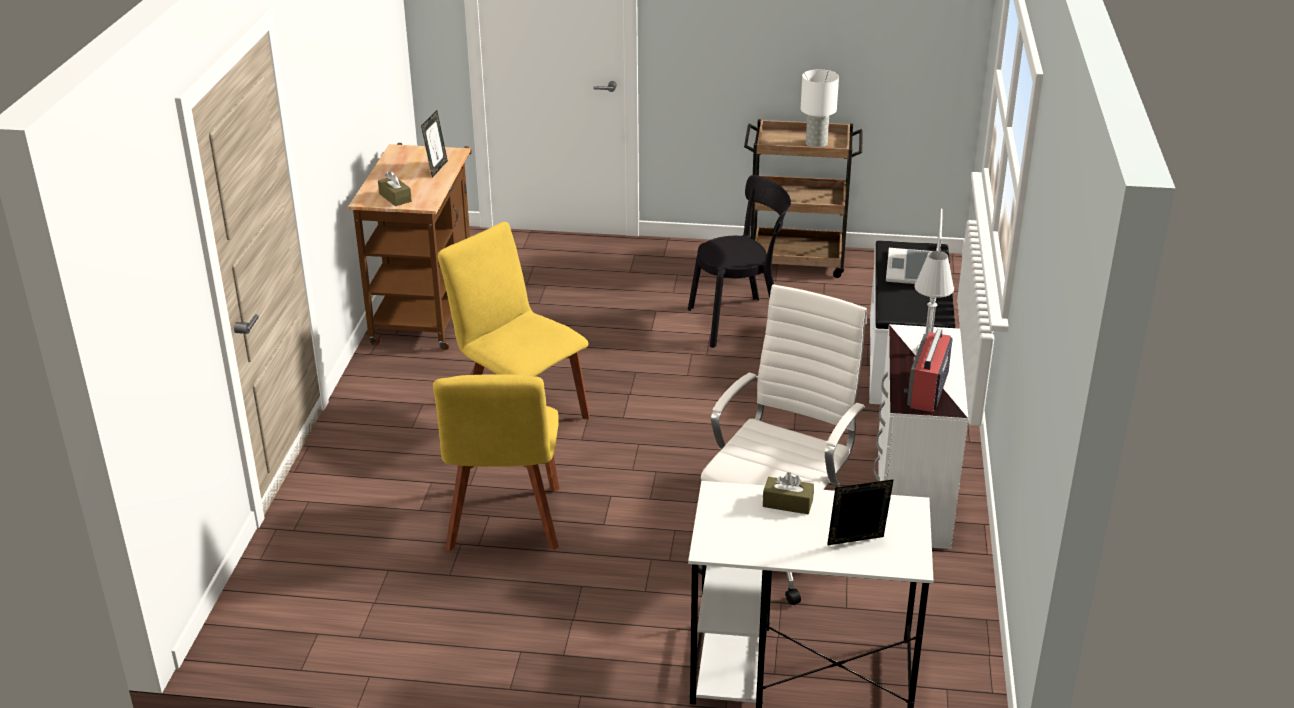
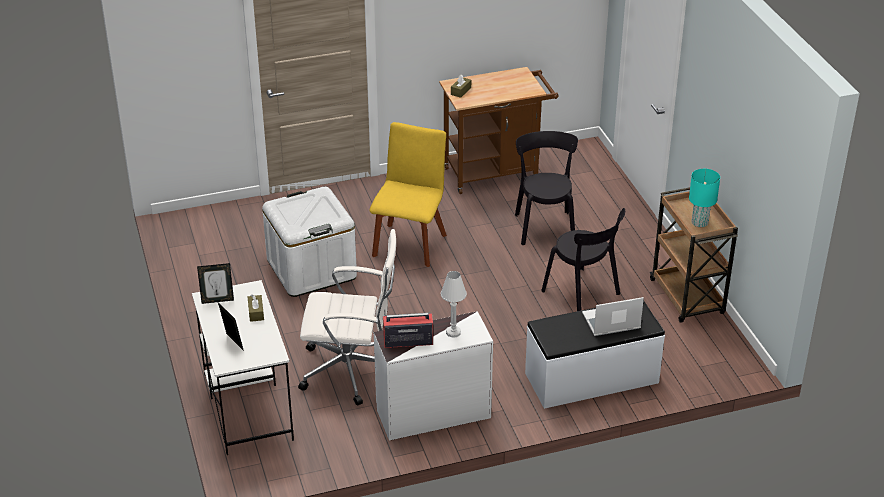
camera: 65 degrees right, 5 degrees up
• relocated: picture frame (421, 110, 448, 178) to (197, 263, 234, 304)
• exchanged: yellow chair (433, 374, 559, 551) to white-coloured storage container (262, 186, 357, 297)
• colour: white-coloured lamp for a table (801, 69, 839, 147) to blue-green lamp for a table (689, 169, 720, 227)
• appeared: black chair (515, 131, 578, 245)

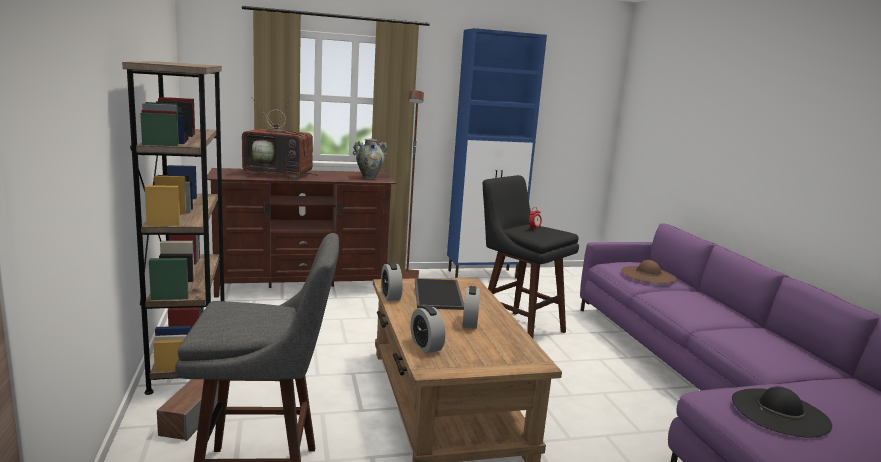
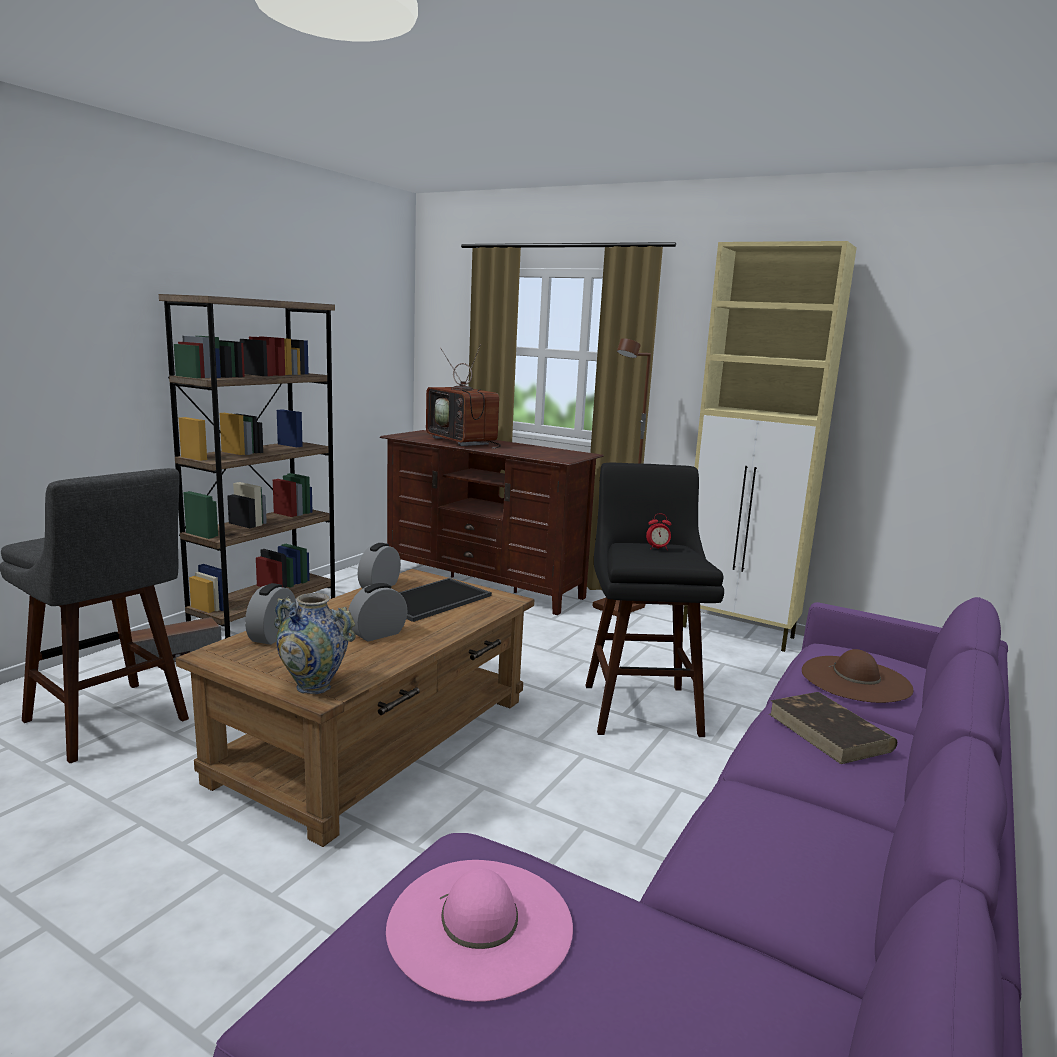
camera: 45 degrees right, 0 degrees up
• relocated: vase (353, 139, 388, 179) to (274, 593, 355, 694)
• colour: bluish storage cabinet (447, 28, 547, 279) to beige-coloured storage cabinet (683, 241, 857, 652)
• colour: black clothing hat (732, 387, 832, 438) to pink clothing hat (386, 860, 573, 1002)
• appeared: brown book (769, 692, 897, 764)

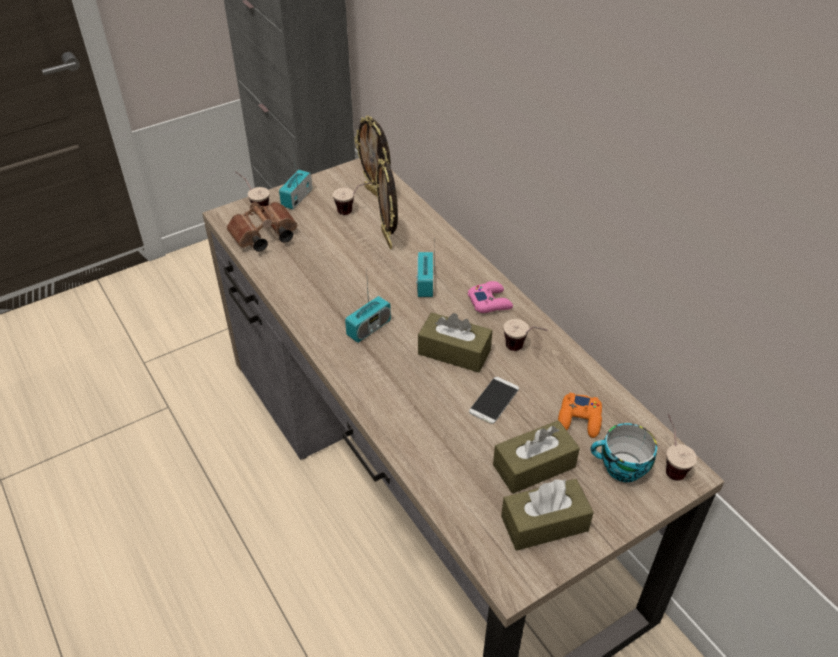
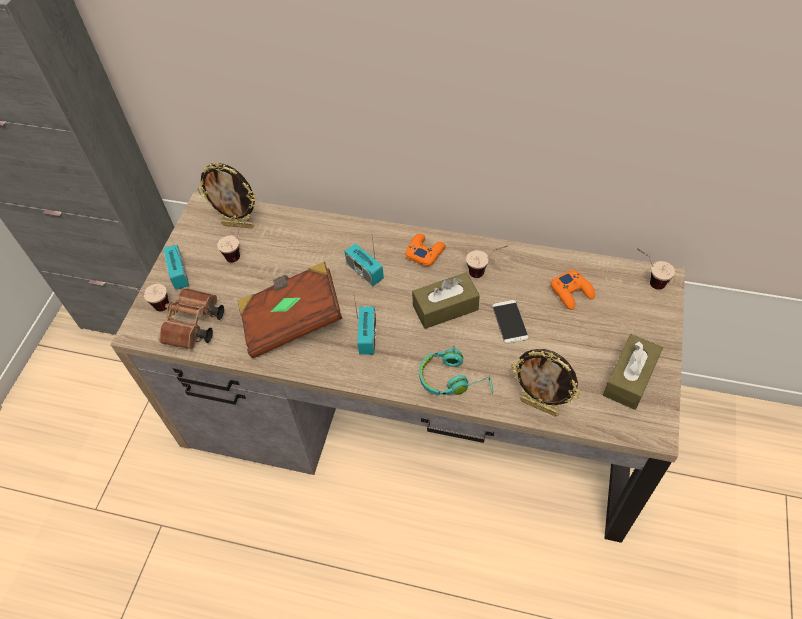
camera: 40 degrees left, 10 degrees up
• relocated: picture frame (375, 159, 398, 249) to (511, 349, 581, 416)
• colour: pink game controller (468, 281, 513, 313) to orange-coloured game controller (405, 234, 446, 267)
• missing: brown tissue holder (493, 420, 580, 494)
• missing: cup (590, 423, 657, 482)
• appeared: brown book (238, 262, 343, 358)
• appeared: blue-green pair of headphones (419, 345, 493, 396)

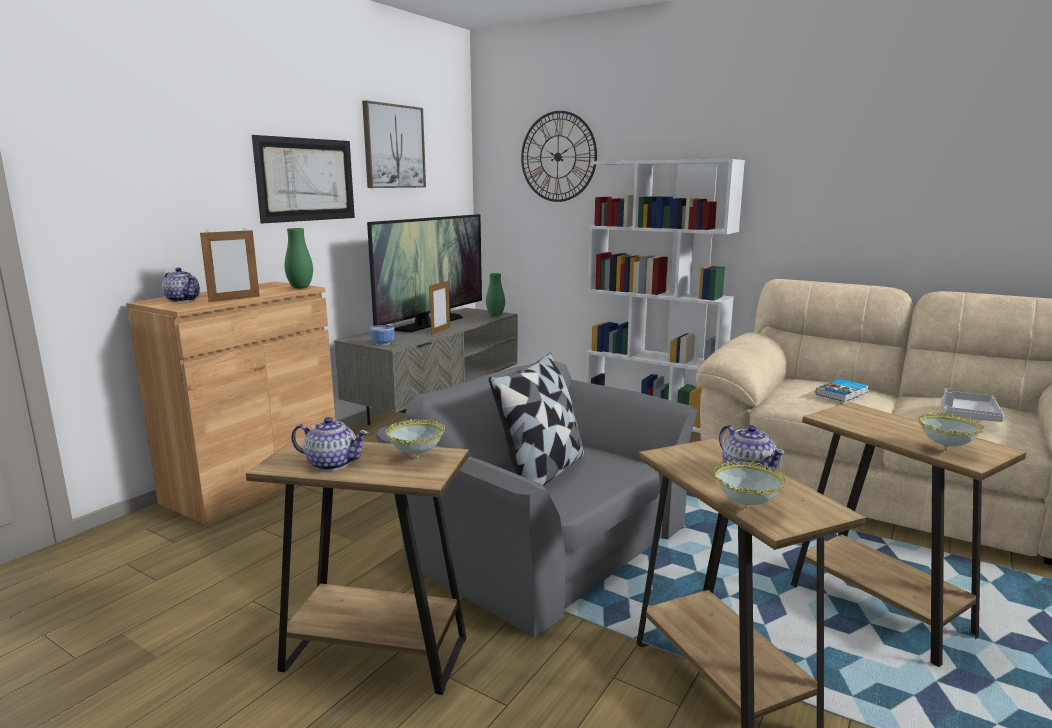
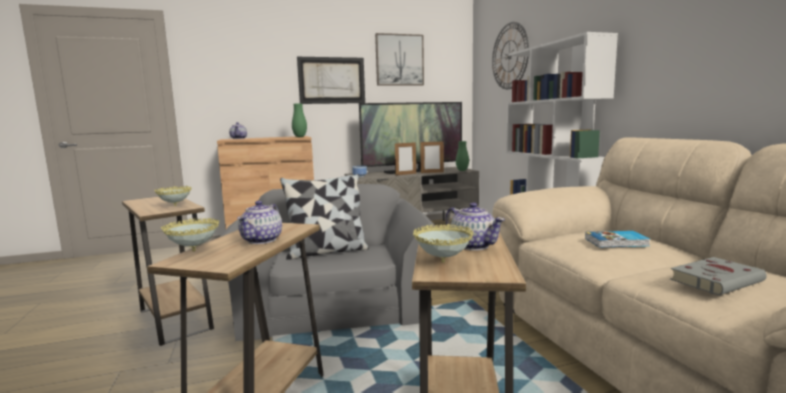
camera: 40 degrees right, 5 degrees down
• relocated: picture frame (200, 228, 260, 302) to (420, 141, 444, 173)
• relocated: tea pot (291, 417, 369, 471) to (445, 202, 505, 251)
• exchanged: gray tray (941, 388, 1004, 422) to gray book (670, 257, 767, 295)

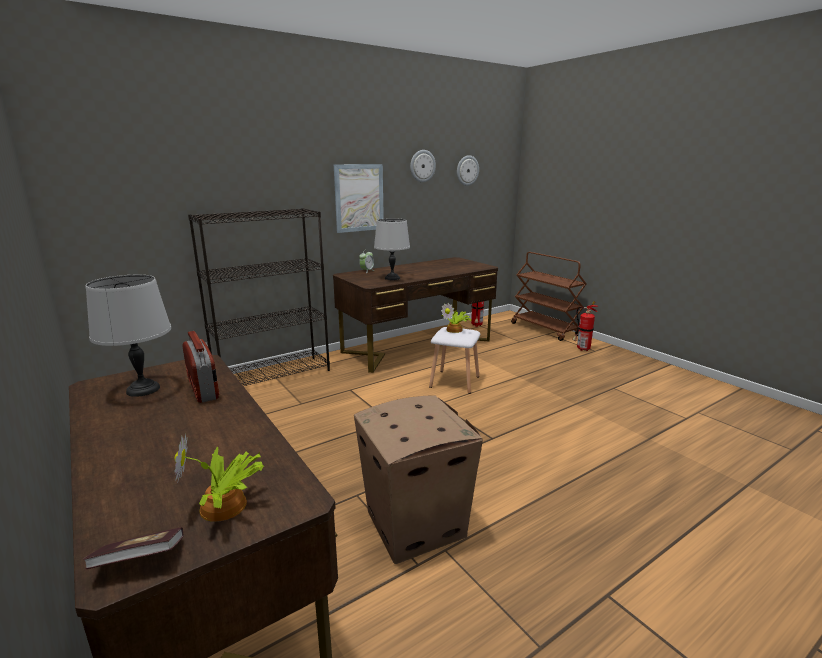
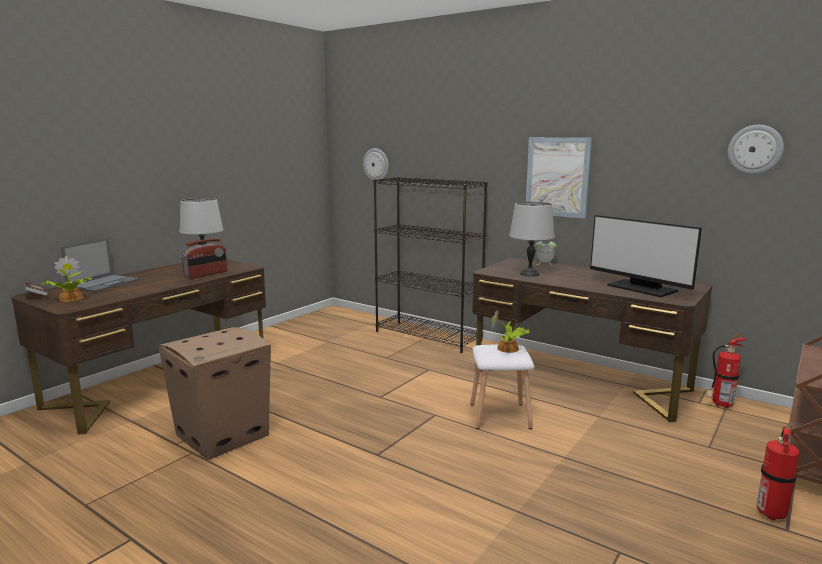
camera: 70 degrees right, 5 degrees down
• relocated: hanging clock (410, 150, 436, 183) to (363, 148, 389, 180)
• appeared: notebook computer (61, 238, 140, 292)
• appeared: computer screen (590, 215, 702, 297)

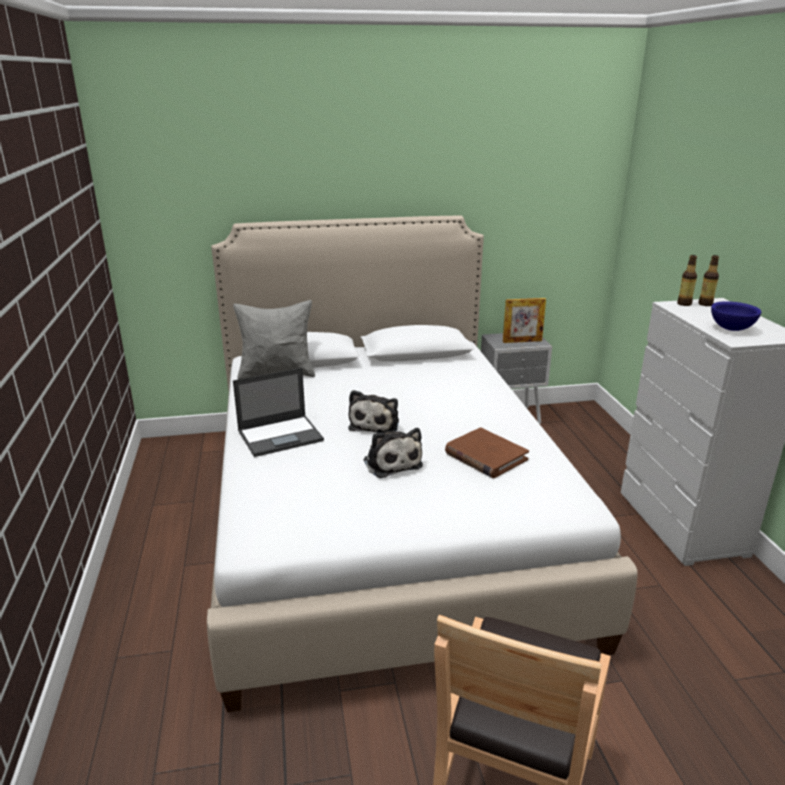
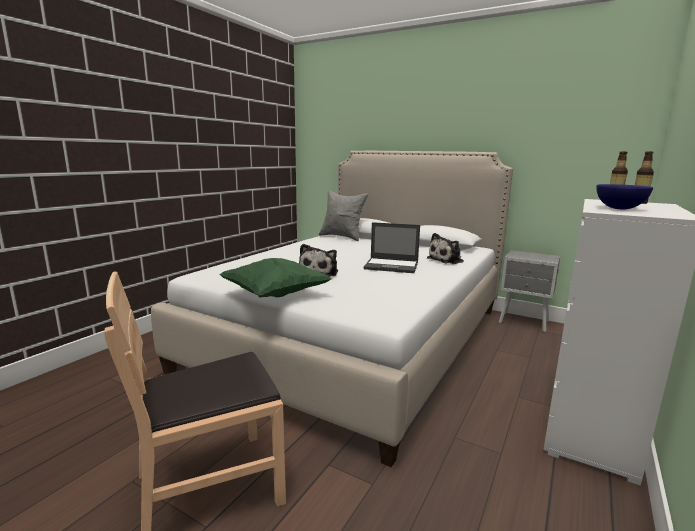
camera: 40 degrees right, 10 degrees down
• relocated: notebook computer (233, 368, 324, 457) to (364, 222, 420, 273)
• relocated: plush toy (348, 390, 399, 433) to (427, 233, 464, 264)
• missing: brown book (445, 427, 529, 478)
• missing: picture frame (503, 298, 546, 343)
• appeared: green throw pillow (219, 258, 332, 298)

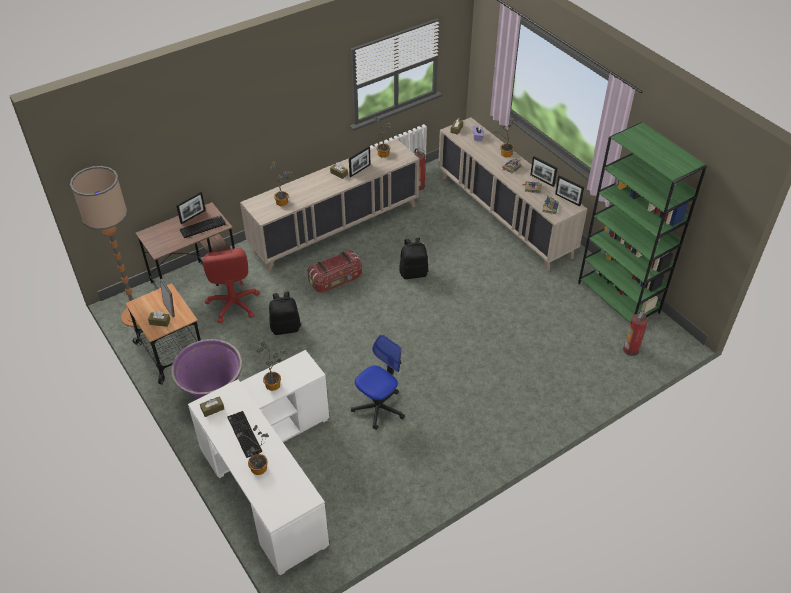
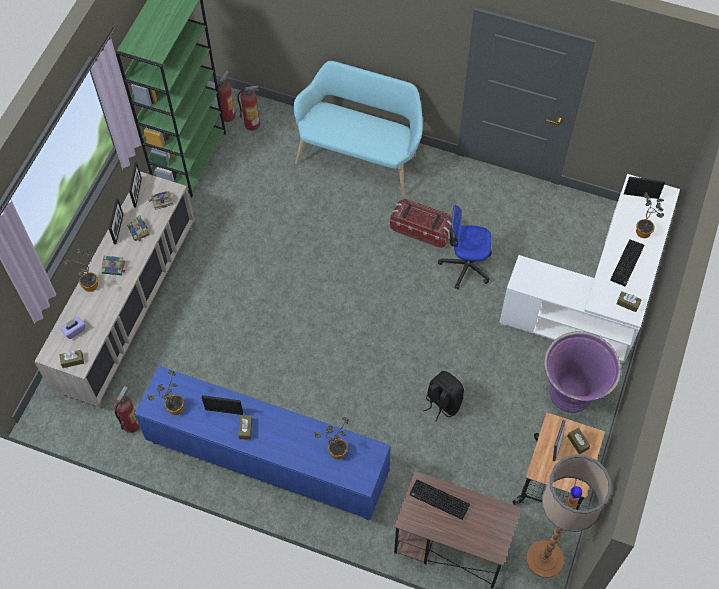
camera: 125 degrees left, 15 degrees up
• relocated: picture frame (176, 191, 206, 224) to (624, 177, 665, 199)
• missing: reddish desk chair (203, 248, 260, 324)
• colour: beige-coloured storage cabinet (240, 139, 420, 272) to bluish storage cabinet (134, 366, 391, 520)
• missing: potted plant (257, 341, 287, 391)
• relocated: storage container (307, 250, 362, 293) to (390, 199, 452, 248)
• missing: black rucksack (399, 238, 428, 279)
• appeared: fire-fighting cylinder (215, 71, 235, 122)
• appeared: blue-green long seat (294, 61, 423, 197)

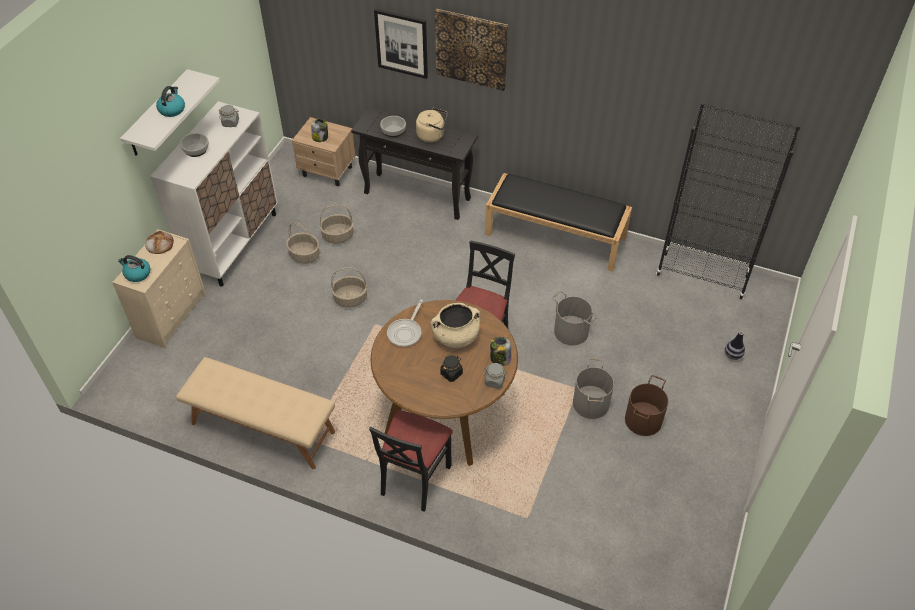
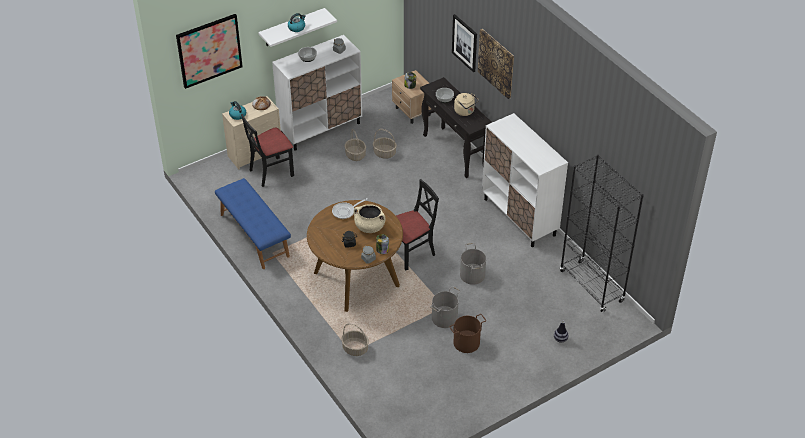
camera: 35 degrees right, 5 degrees down
• colour: beige-coloured long seat (176, 357, 335, 469) to bluish long seat (215, 178, 291, 269)
• relocated: basket (331, 268, 367, 308) to (341, 323, 369, 356)
• relocated: black chair (369, 410, 453, 512) to (241, 114, 294, 187)
• exchanged: black long seat (485, 173, 632, 271) to white-coloured storage cabinet (482, 113, 568, 247)
• appeared: picture (176, 14, 243, 89)

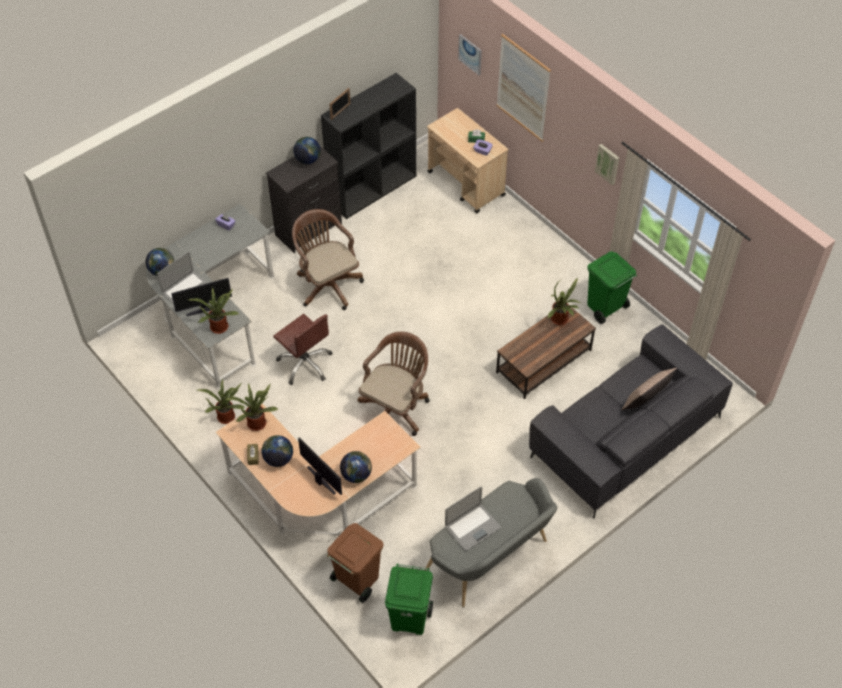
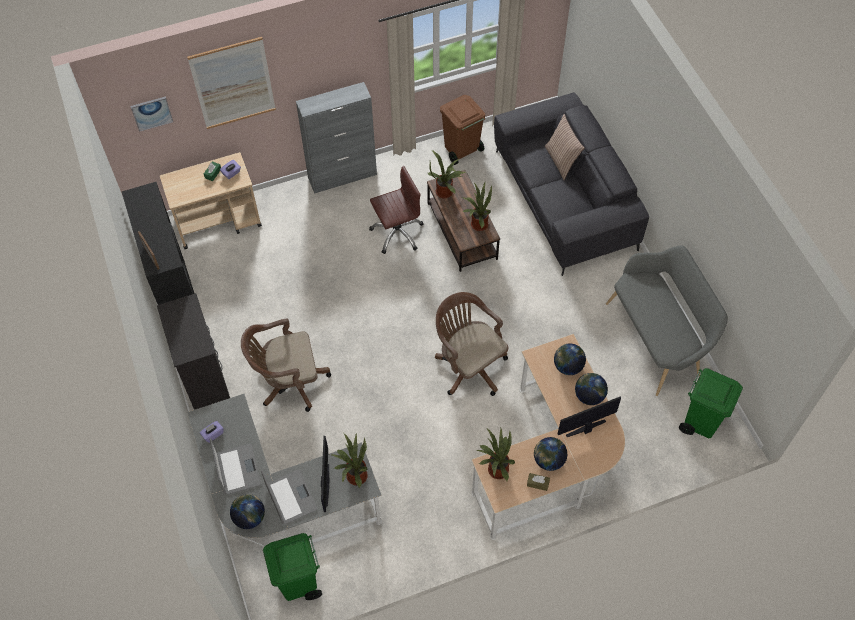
camera: 70 degrees left, 5 degrees up
• relocated: potted plant (198, 379, 246, 424) to (461, 183, 492, 231)
• relocated: brown desk chair (273, 314, 332, 385) to (369, 166, 424, 254)
• relocated: world globe (293, 137, 321, 164) to (554, 343, 586, 375)
• relocated: brown rubbish bin (327, 523, 383, 603) to (440, 95, 485, 165)
• relocated: notebook computer (445, 487, 501, 551) to (210, 438, 261, 495)
• relocated: green rubbish bin (587, 251, 637, 324) to (263, 533, 322, 601)
• missing: picture (595, 144, 619, 185)
• appeared: gray storage cabinet (296, 82, 377, 194)

